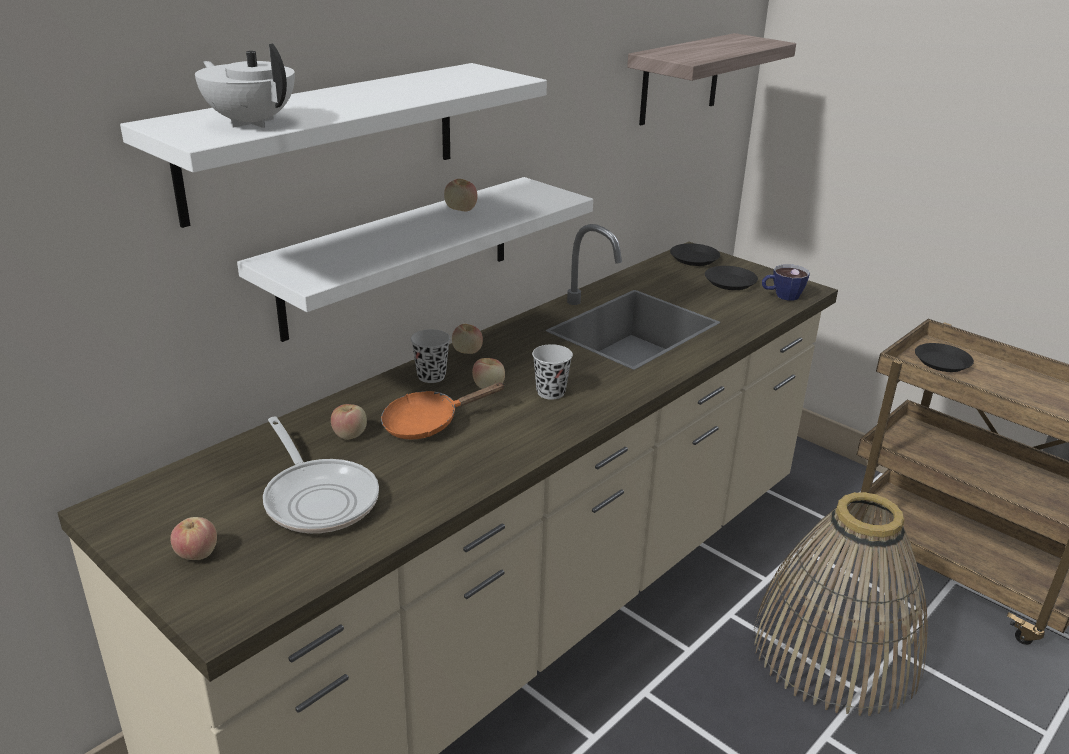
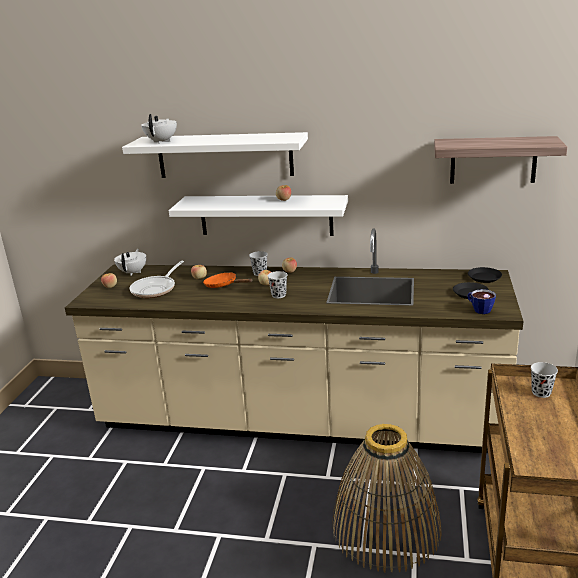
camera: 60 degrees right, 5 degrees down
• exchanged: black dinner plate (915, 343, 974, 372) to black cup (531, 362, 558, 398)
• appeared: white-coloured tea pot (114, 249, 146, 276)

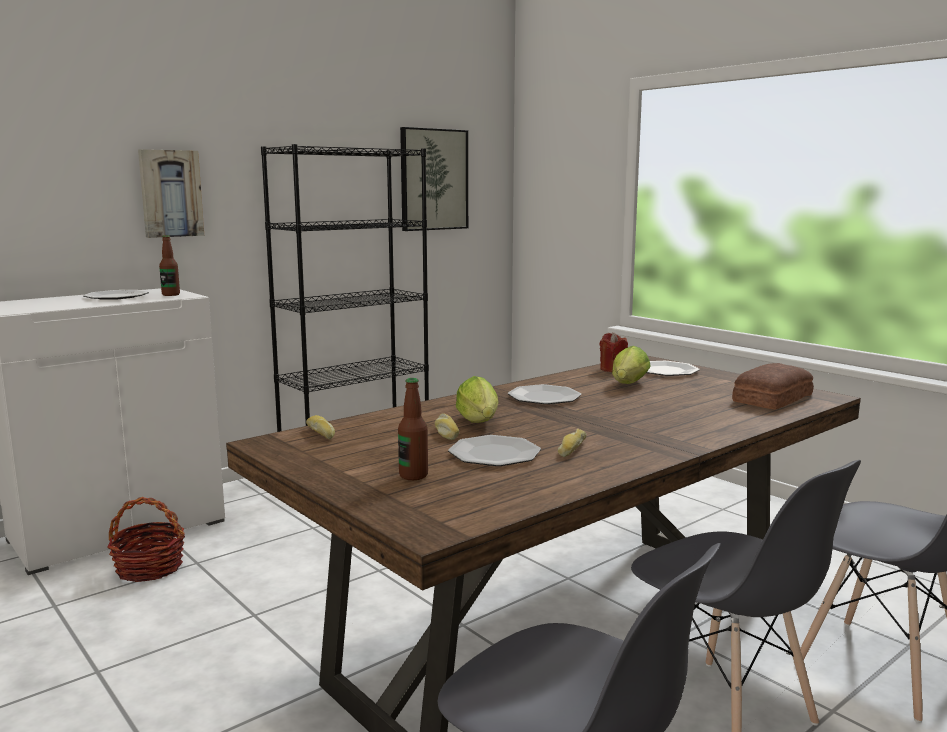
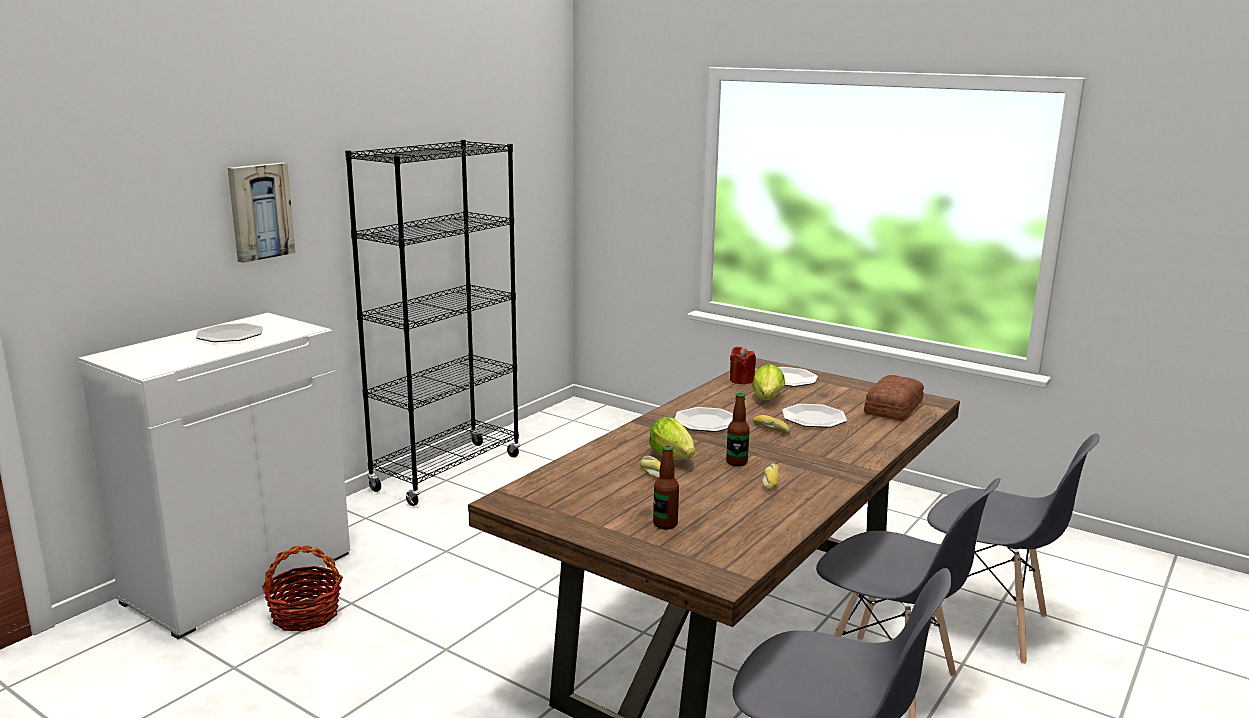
camera: 15 degrees left, 5 degrees up
• relocated: bottle (159, 235, 180, 296) to (726, 392, 750, 467)
• relocated: bread (306, 415, 335, 440) to (754, 415, 790, 434)
• missing: picture (400, 127, 468, 231)
• relocated: dinner plate (448, 435, 541, 466) to (782, 404, 847, 428)

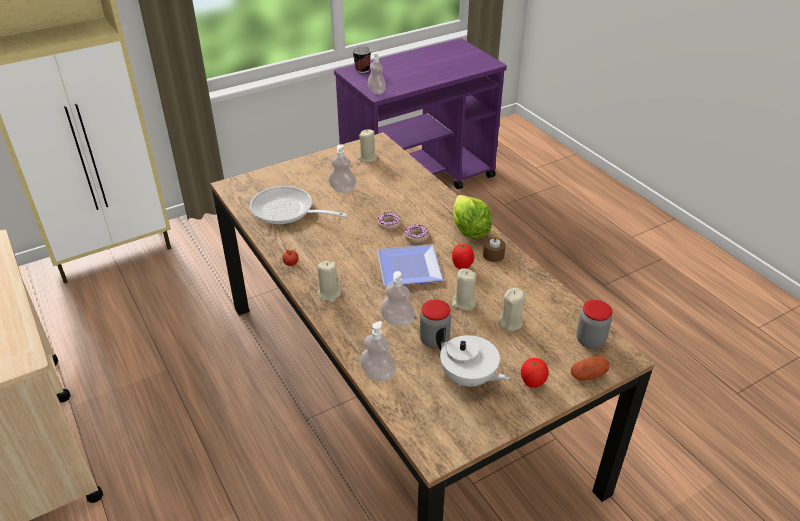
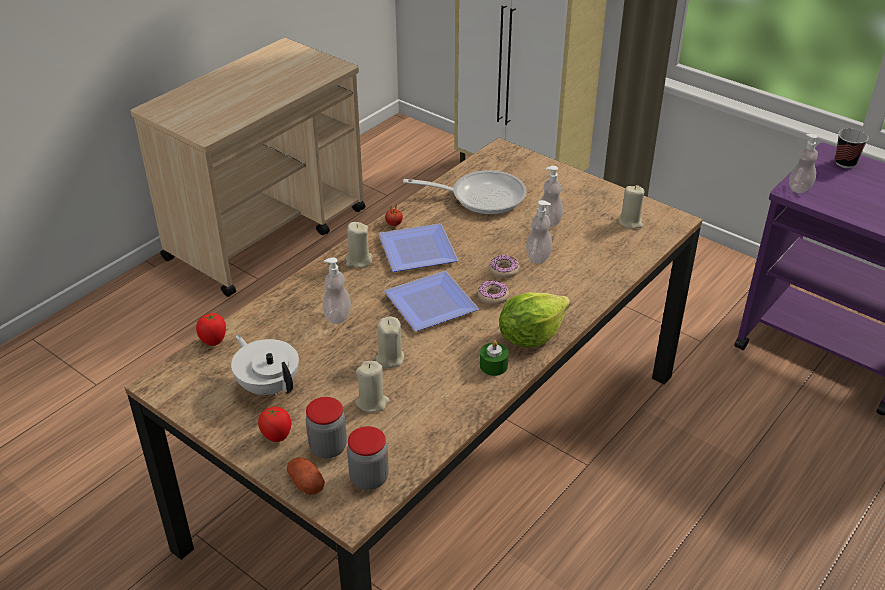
camera: 70 degrees right, 0 degrees up
• spun: skillet (250, 186, 348, 225) = (403, 170, 527, 215) 90 degrees clockwise
• relocated: soap bottle (360, 321, 396, 381) to (526, 200, 552, 264)
• relocated: preserve jar (420, 299, 451, 348) to (306, 397, 347, 458)
• spun: white-coloured tea pot (436, 326, 510, 387) = (231, 335, 299, 395) 120 degrees clockwise
• relocated: whole tomato (452, 244, 474, 269) to (196, 313, 226, 346)
• colour: brown wax light (483, 235, 506, 262) to green wax light (480, 340, 509, 376)
• appeared: dinner plate (378, 223, 458, 272)

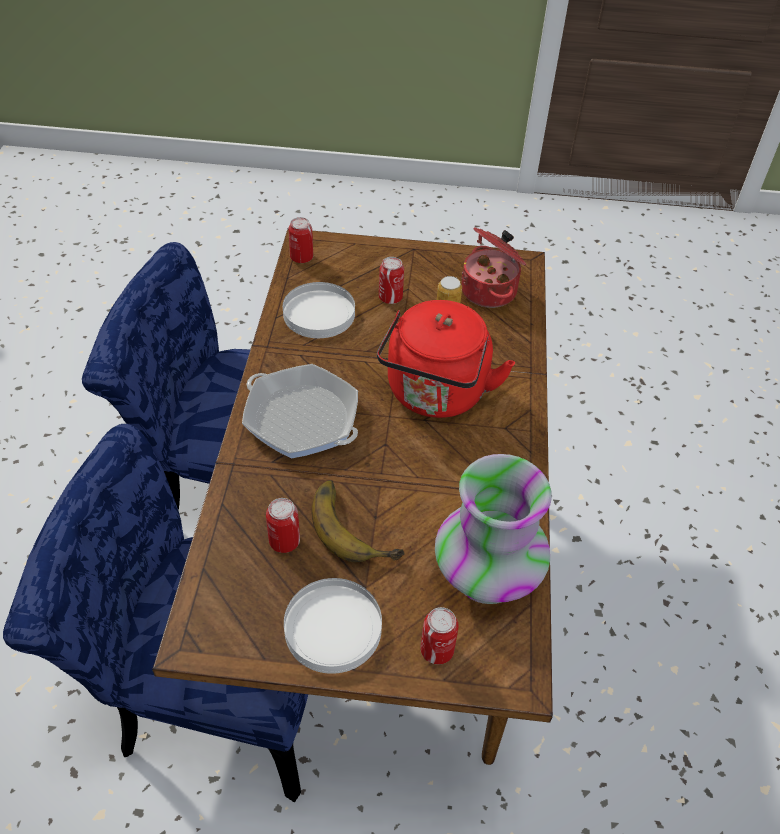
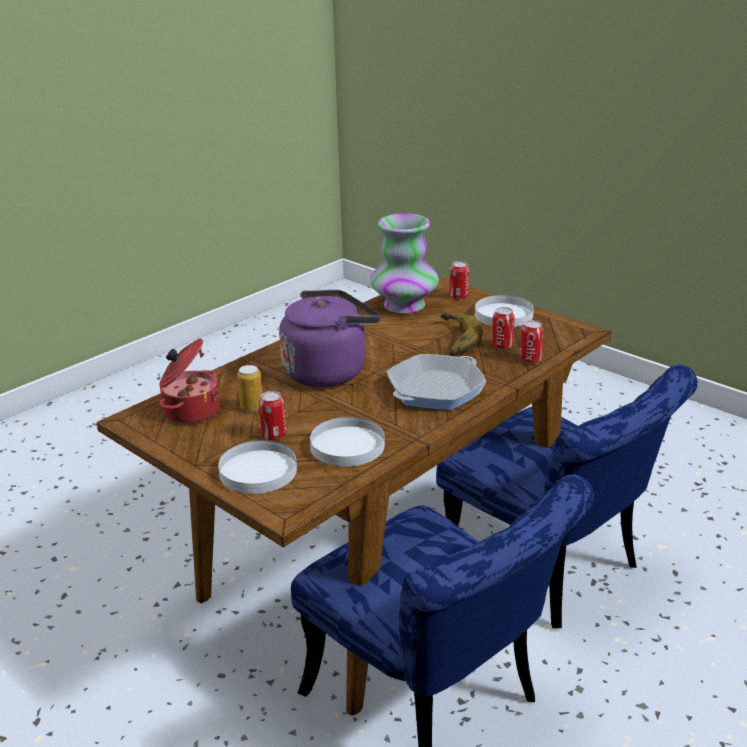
camera: 140 degrees left, 20 degrees down
• spun: skillet (242, 364, 358, 458) = (386, 354, 487, 410) 120 degrees counterclockwise
• relocated: metal can (288, 217, 313, 263) to (520, 320, 544, 364)
• colour: reddish water kettle (377, 300, 515, 418) to purple-coloured water kettle (279, 290, 380, 387)
• appeared: white-coloured dinner plate (218, 441, 297, 494)

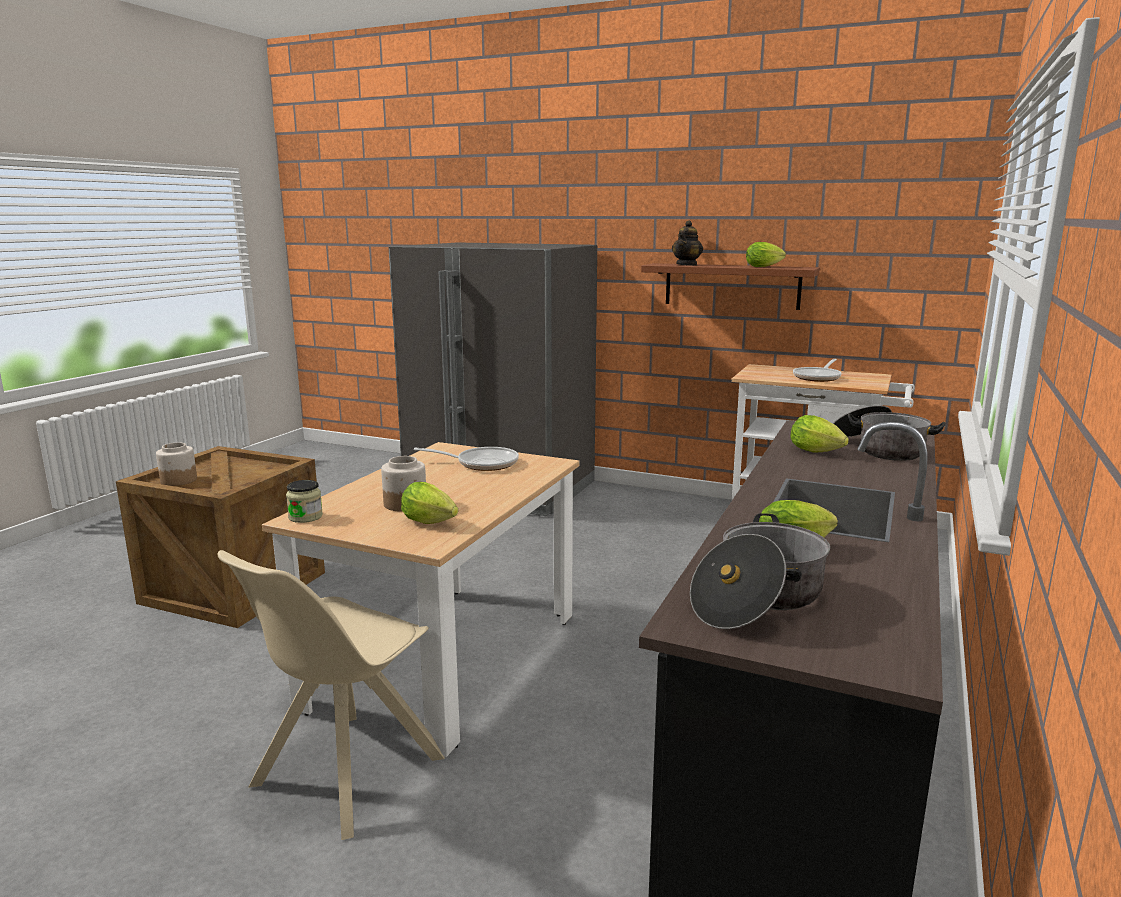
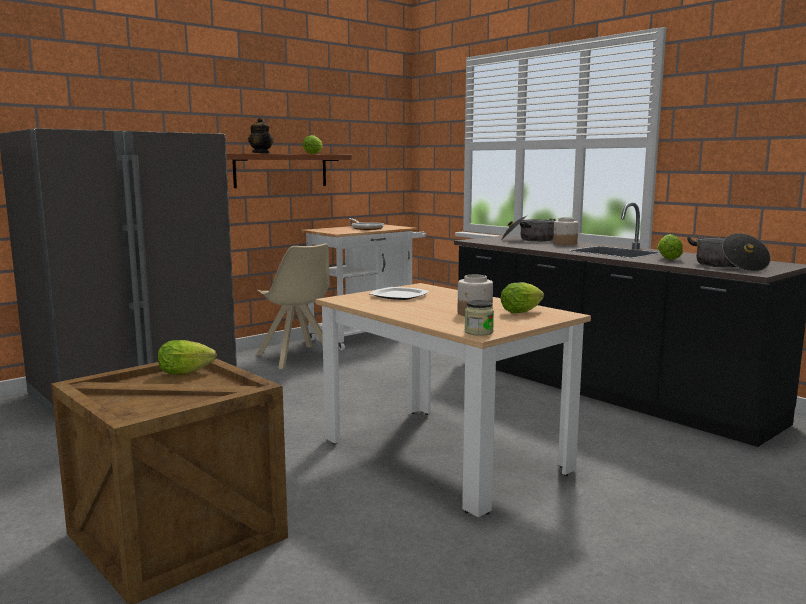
camera: 65 degrees left, 5 degrees down
• relocated: preserve jar (156, 442, 197, 486) to (553, 217, 578, 245)
• relocated: beige-coloured chair (217, 550, 445, 840) to (257, 243, 330, 369)
• exchanged: skillet (414, 447, 519, 471) to dinner plate (369, 287, 429, 300)
• relocated: head of lettuce (790, 415, 849, 453) to (158, 340, 217, 374)

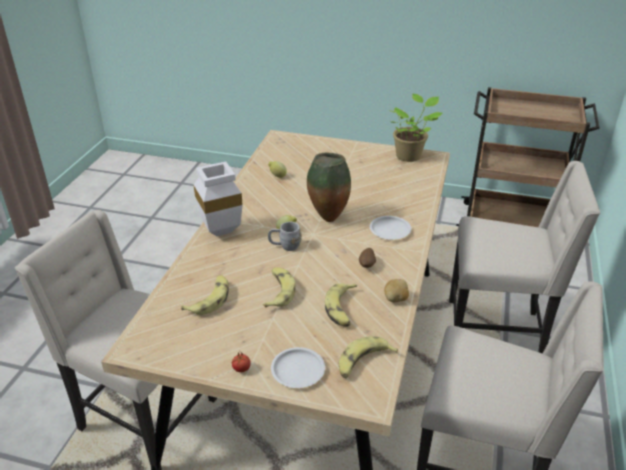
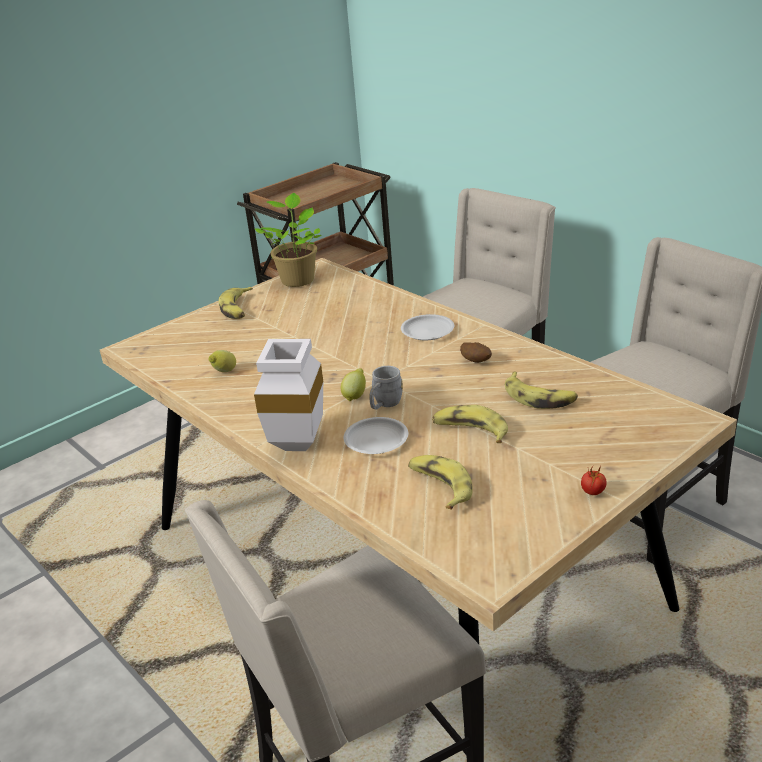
camera: 55 degrees left, 5 degrees down
• relocated: white-coloured dinner plate (271, 347, 325, 388) to (344, 417, 408, 454)
• missing: vase (307, 152, 351, 222)
• relocated: banana (339, 336, 398, 378) to (219, 287, 253, 319)
• missing: whole potato (384, 279, 409, 302)

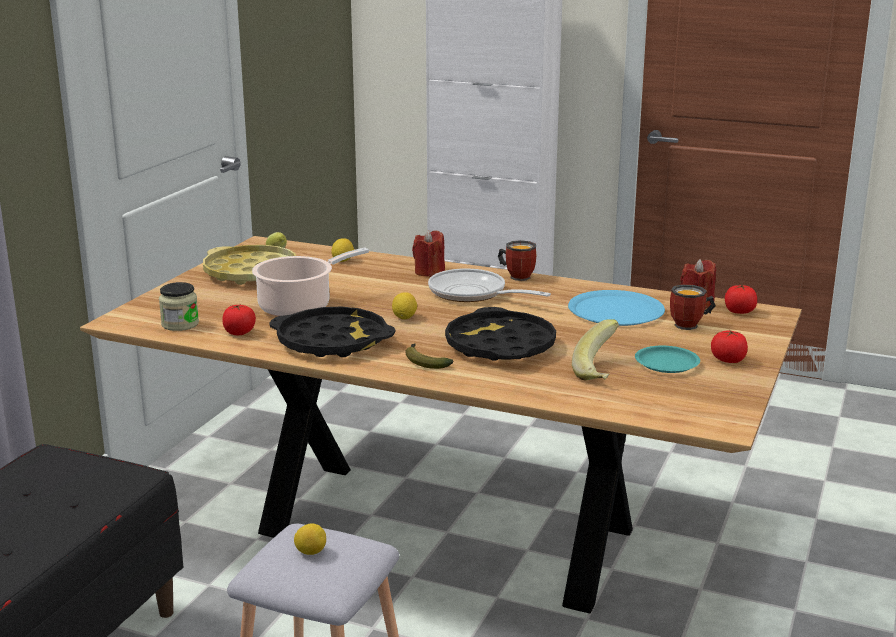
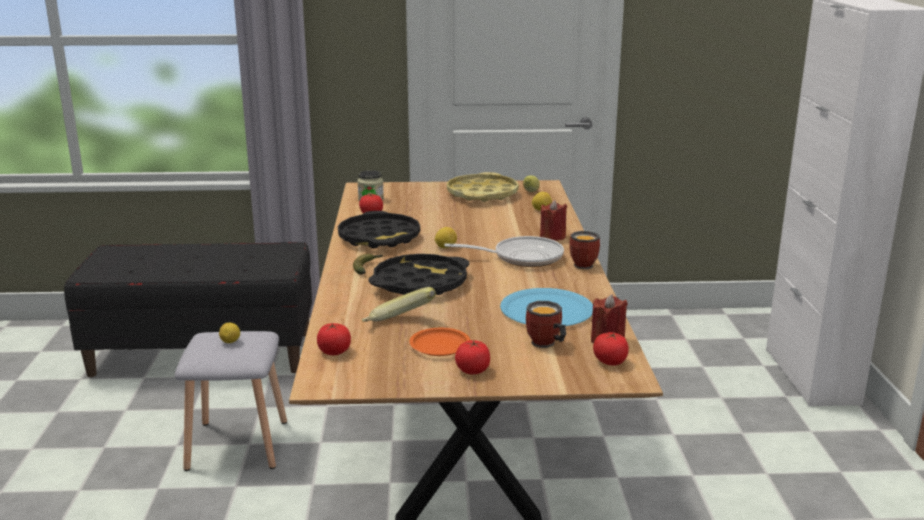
camera: 65 degrees right, 0 degrees up
• missing: cooking pot (252, 247, 369, 316)
• spun: skillet (428, 268, 551, 302) = (444, 236, 564, 267) 75 degrees clockwise
• colour: blue-green dinner plate (635, 346, 700, 373) to orange-coloured dinner plate (409, 328, 470, 356)
• appeared: whole tomato (317, 323, 351, 355)

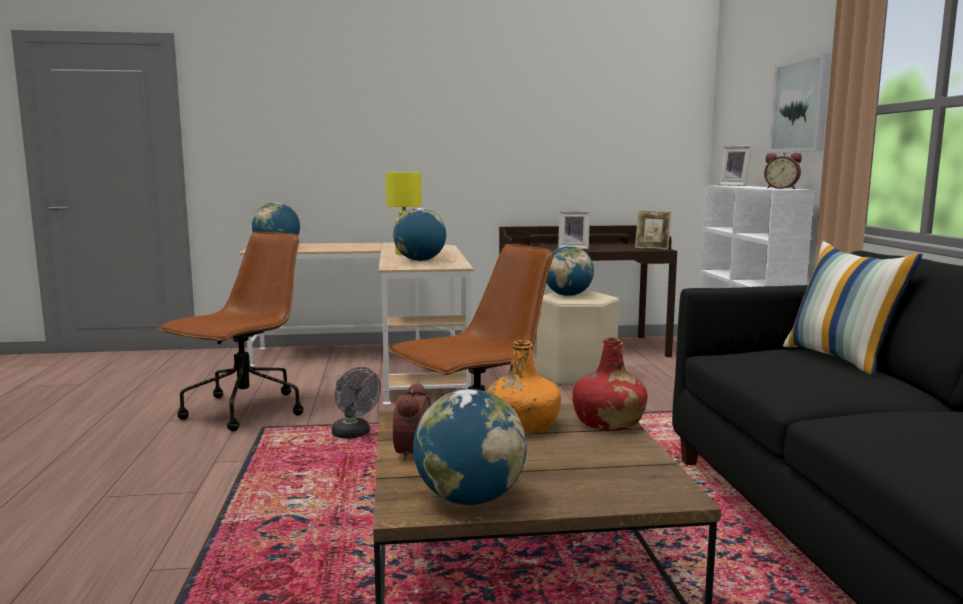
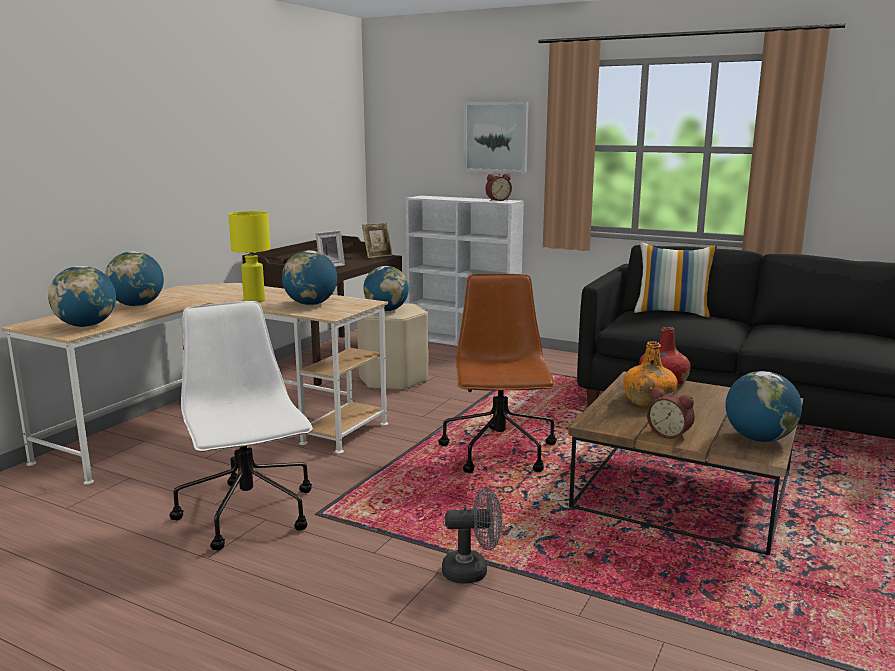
camera: 55 degrees left, 5 degrees up
• colour: brown desk chair (158, 232, 303, 432) to white-coloured desk chair (169, 301, 313, 550)
• relocated: gray electric fan (332, 367, 381, 439) to (442, 488, 502, 584)
• missing: picture frame (717, 146, 752, 186)
• appeared: world globe (105, 251, 164, 306)

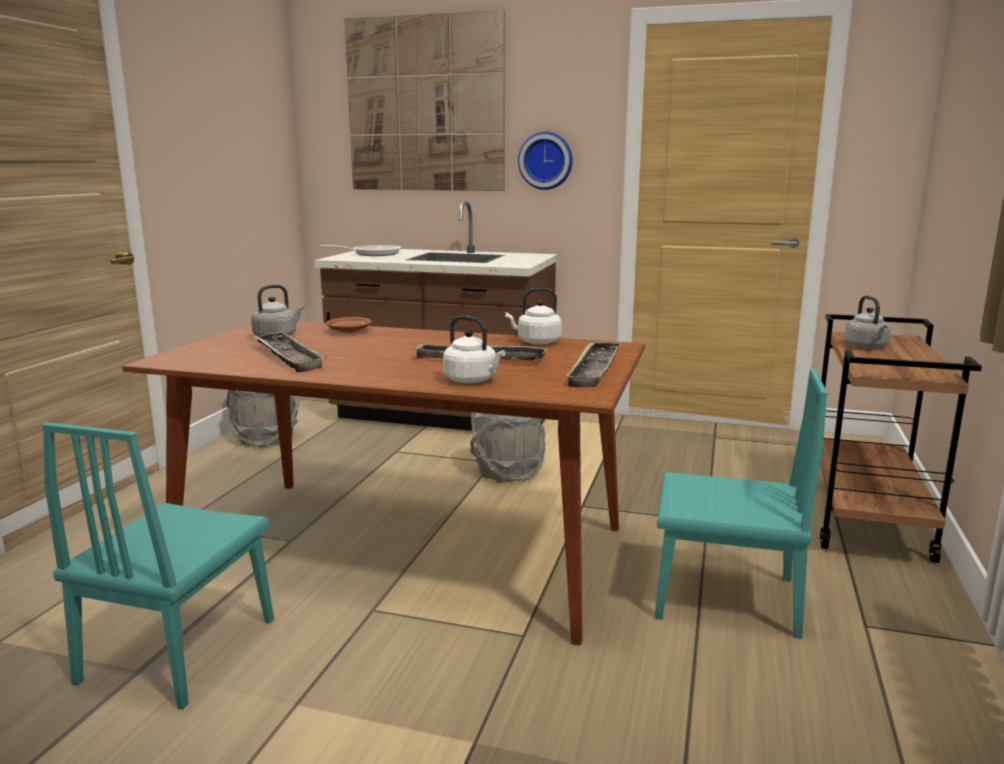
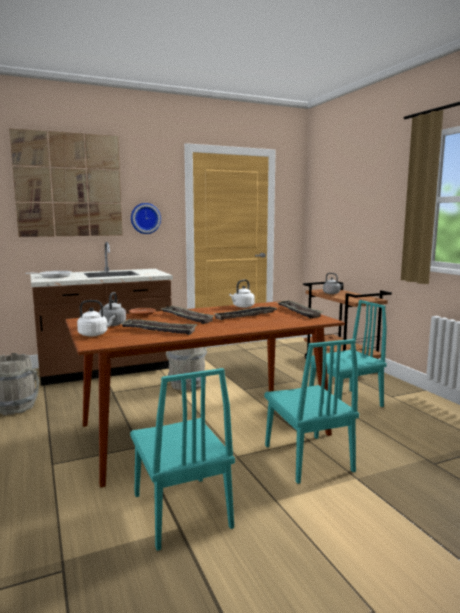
camera: 40 degrees left, 5 degrees down
• relocated: white-coloured water kettle (443, 315, 505, 383) to (77, 300, 115, 337)
• appeared: tray (161, 306, 215, 324)
• appeared: blue-green chair (264, 339, 359, 484)

